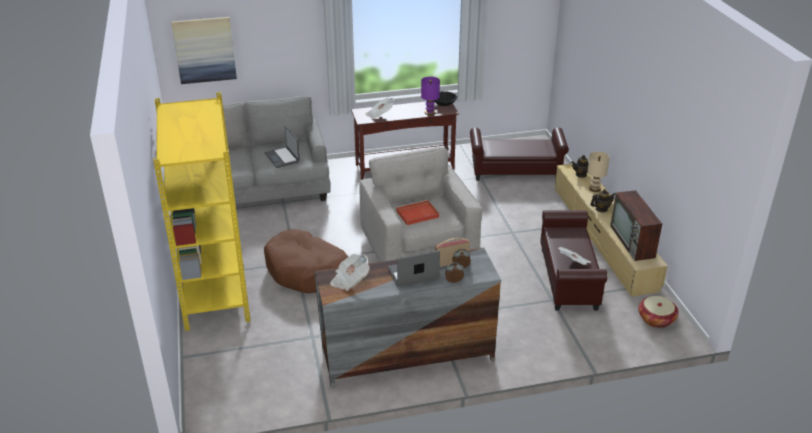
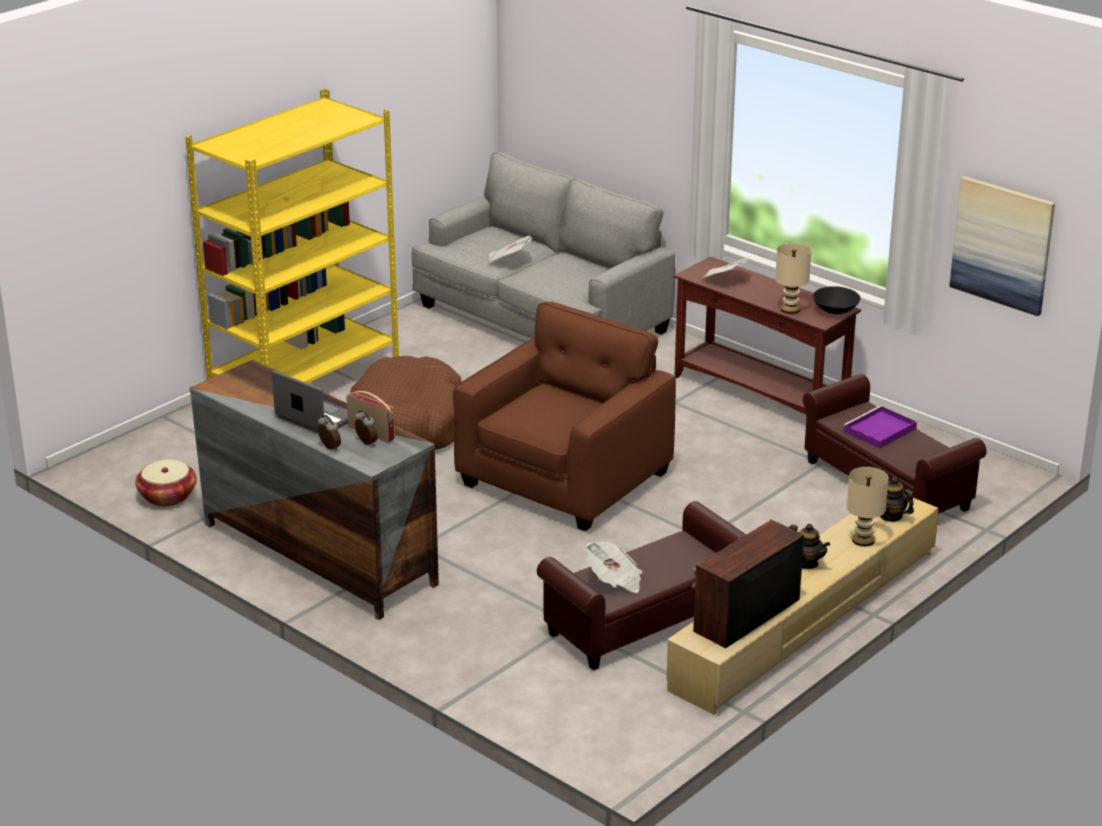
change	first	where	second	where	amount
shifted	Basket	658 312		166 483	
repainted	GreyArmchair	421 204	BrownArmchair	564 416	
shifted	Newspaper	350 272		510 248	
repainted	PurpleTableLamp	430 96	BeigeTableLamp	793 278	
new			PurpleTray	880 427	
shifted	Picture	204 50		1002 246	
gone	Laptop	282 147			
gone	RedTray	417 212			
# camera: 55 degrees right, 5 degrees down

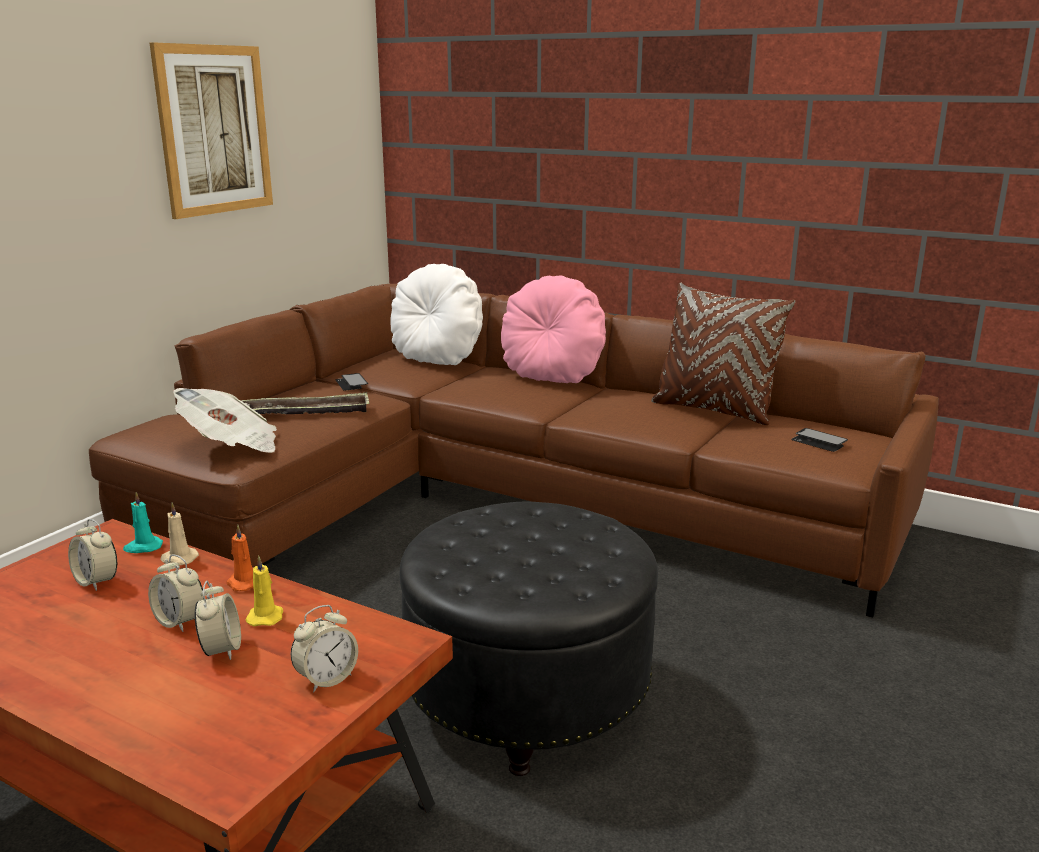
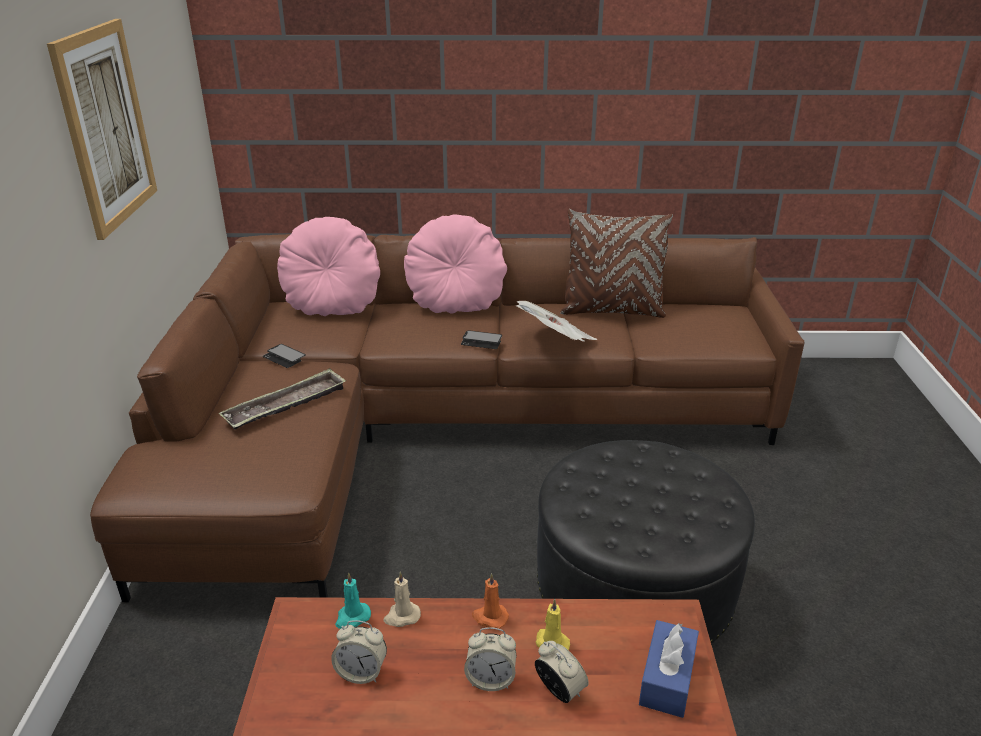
change	first	where	second	where	amount
repainted	WhitePillow	437 314	PinkPillow	328 266	
shifted	Phone	820 440		481 339	
shifted	Newspaper	225 420		556 321	
swapped	AlarmClock	324 649	BlueTissueBox	669 669	
# camera: 30 degrees left, 10 degrees up

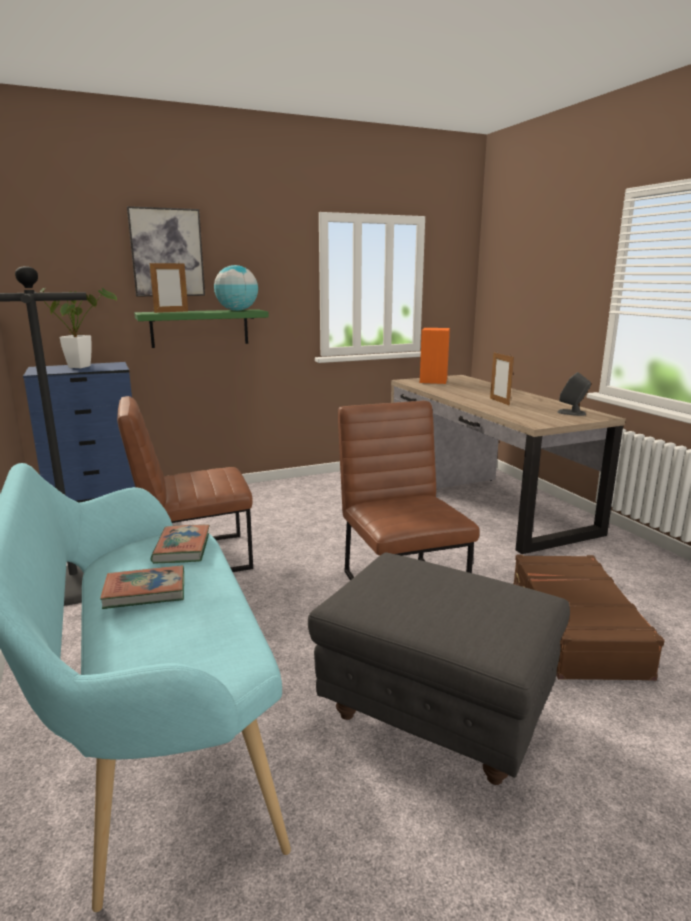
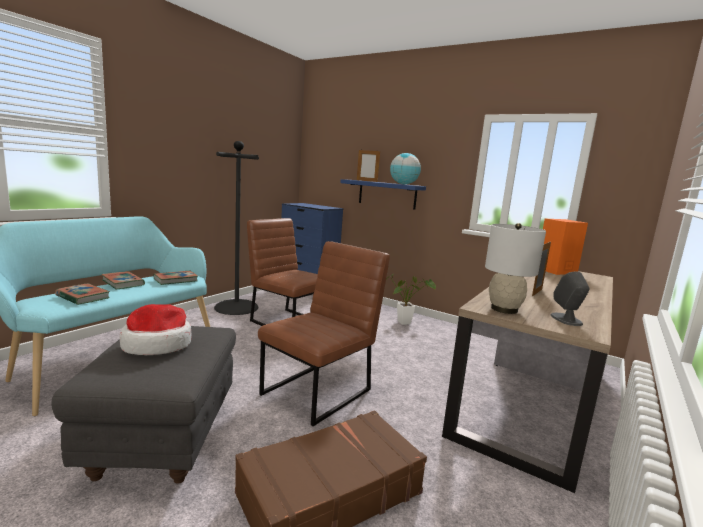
change	first	where	second	where	amount
new			Book	82 294	
new			Hat	155 329	
repainted	GreenShelf	201 328	BlueShelf	383 194	
shifted	PottedPlant	78 328		411 299	
new			WhiteTableLamp	515 268	
gone	Picture	166 251			
# camera: 55 degrees right, 5 degrees down

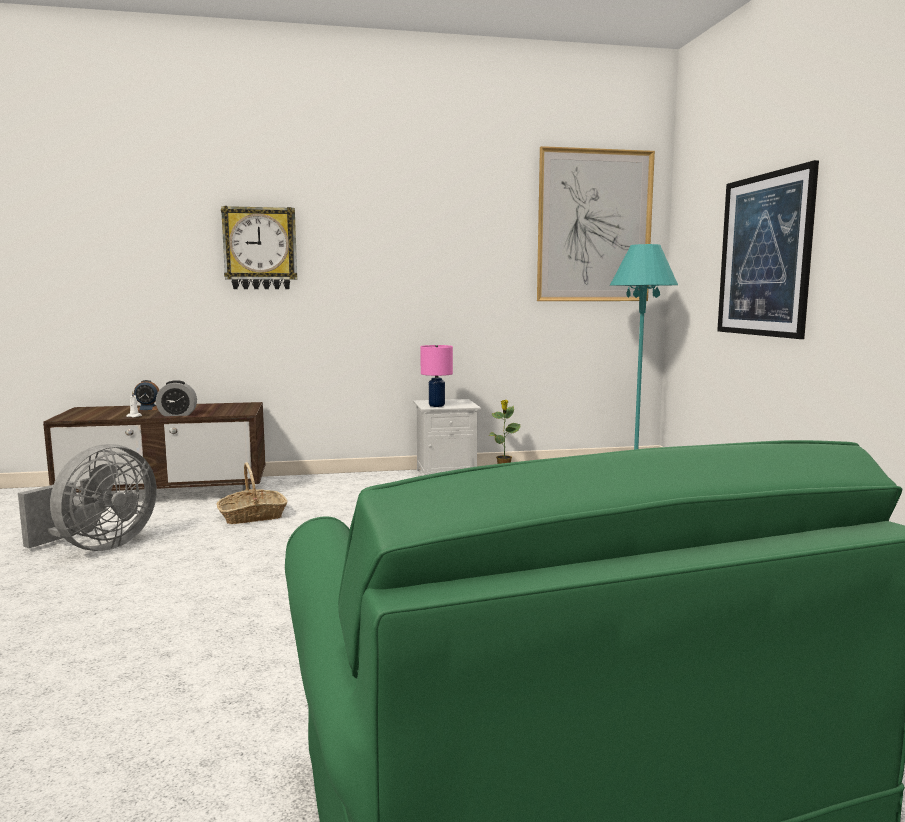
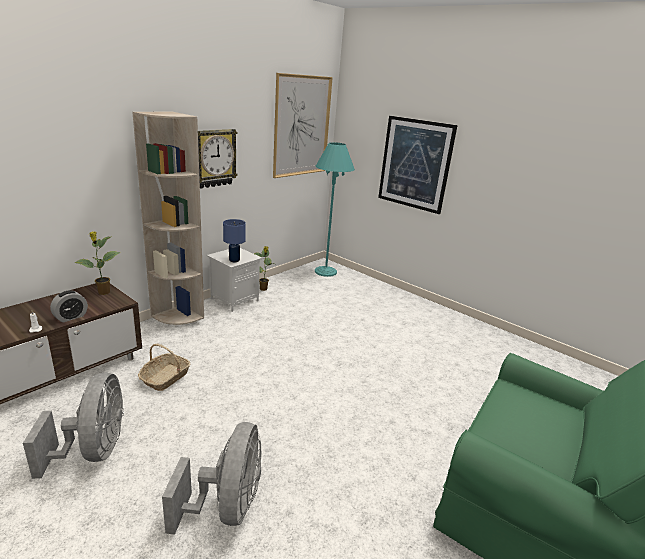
change	first	where	second	where	amount
new			PottedPlant	97 263	
new			BeigeBookcase	168 219	
new			GreyFan	211 478	
shifted	WallClock	259 247		218 159	
repainted	PinkTableLamp	436 376	BlueTableLamp	234 240	
gone	AlarmClock	146 395			
# camera: 40 degrees left, 15 degrees up

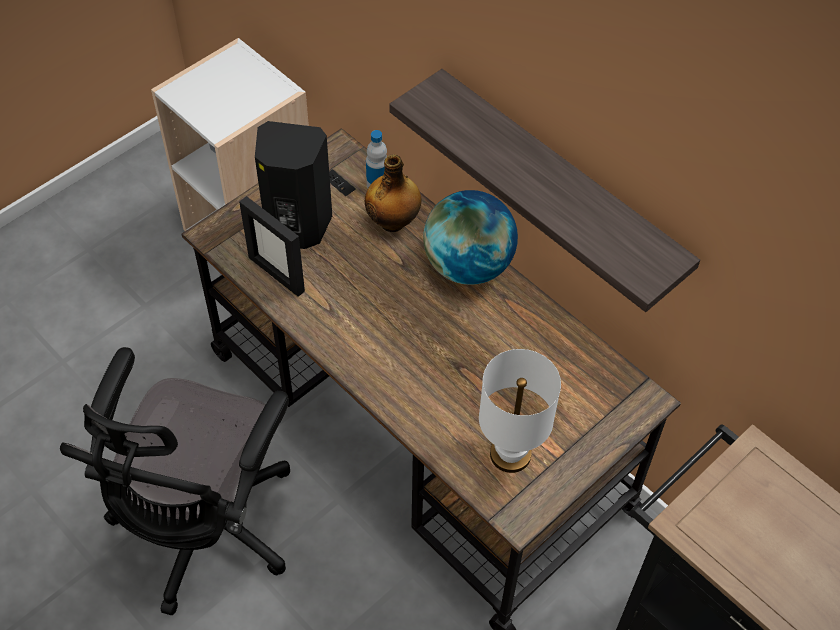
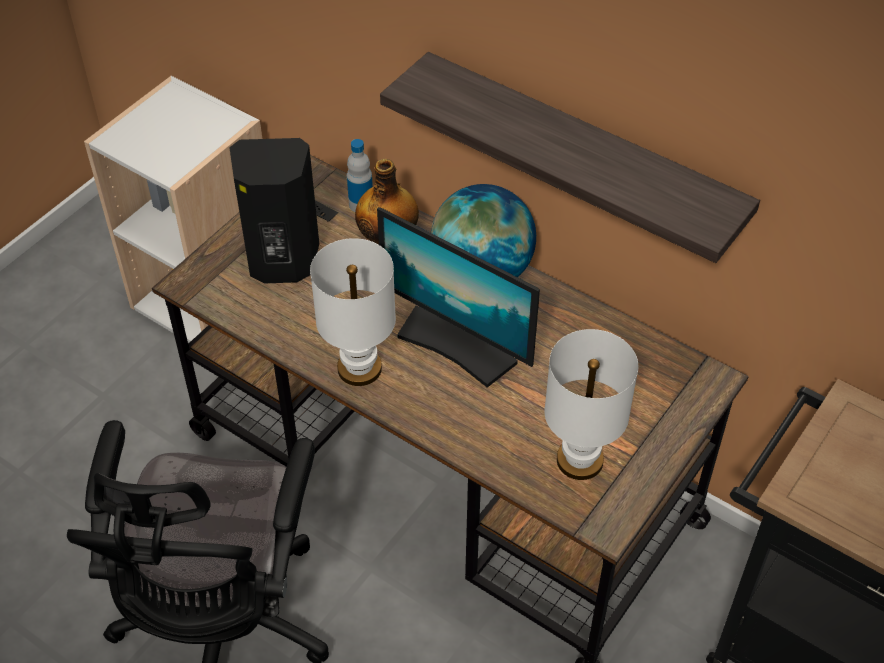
change	first	where	second	where	amount
new			WhiteTableLamp	353 312	
new			Monitor	458 297	
gone	PictureFrame	272 246			
# camera: 10 degrees left, 5 degrees down

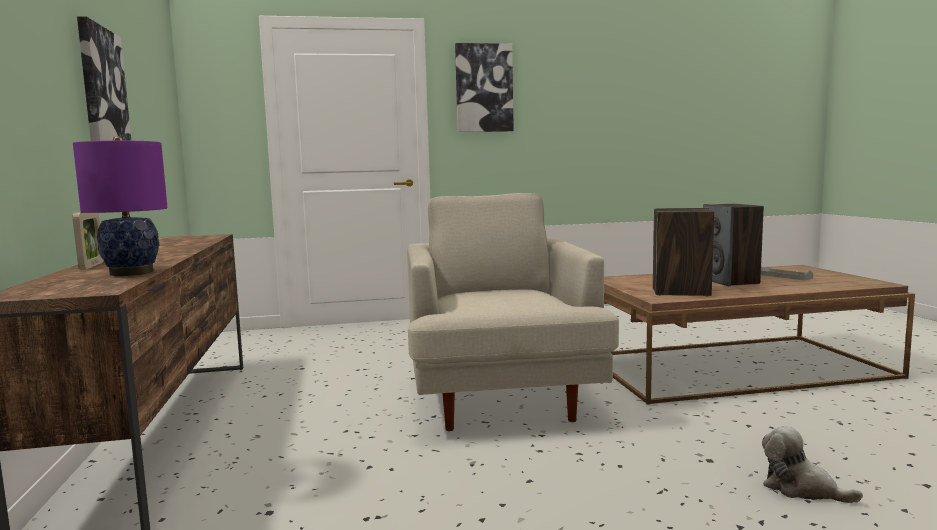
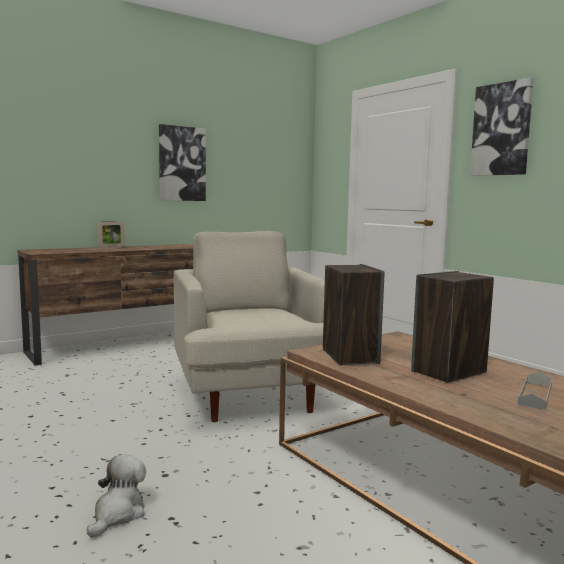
change	first	where	second	where	amount
rotated	BeigeArmchair	513 312		249 326	75 degrees counterclockwise
gone	PurpleTableLamp	120 206			
# camera: 65 degrees right, 0 degrees up

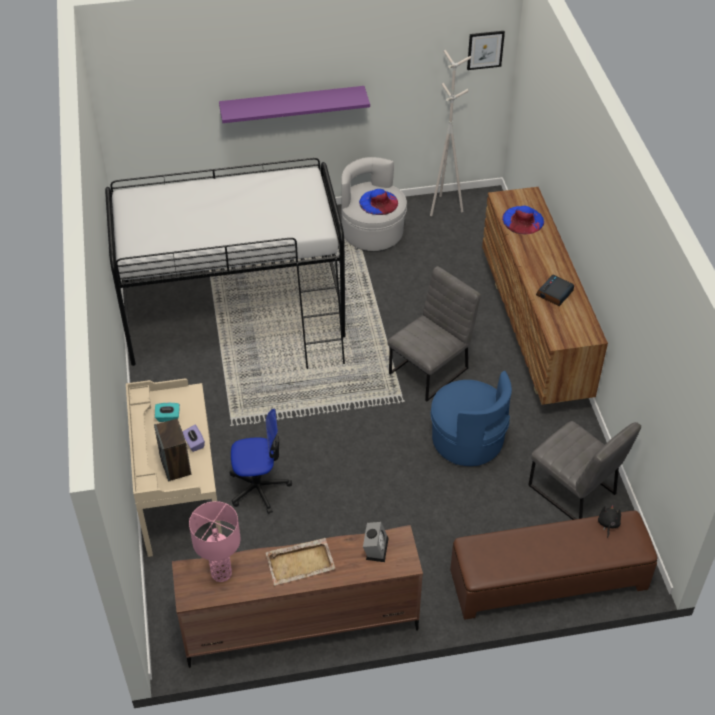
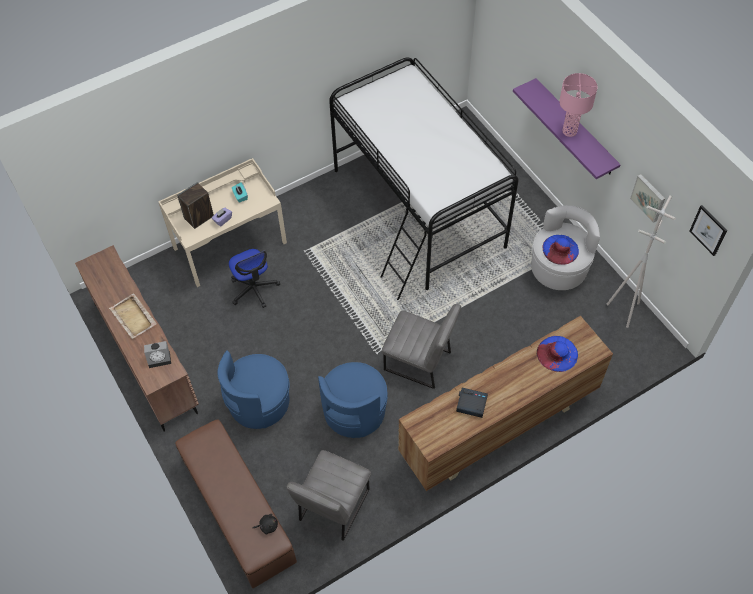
change	first	where	second	where	amount
new			BlueArmchair	254 389	
shifted	PinkTableLamp	215 541		578 105	
new			Picture	647 198	
# camera: 70 degrees right, 10 degrees up

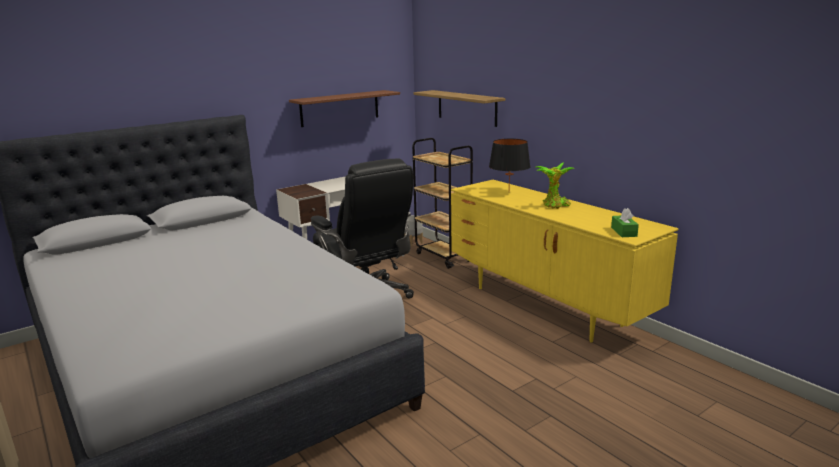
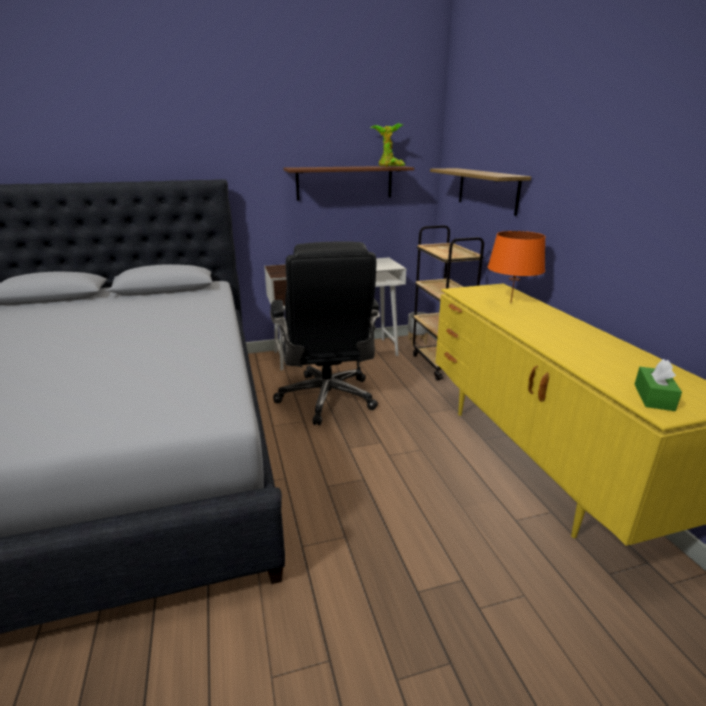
change	first	where	second	where	amount
shifted	PottedPlant	555 185		388 145	
repainted	BlackTableLamp	510 162	OrangeTableLamp	517 267	
# camera: 20 degrees right, 5 degrees up

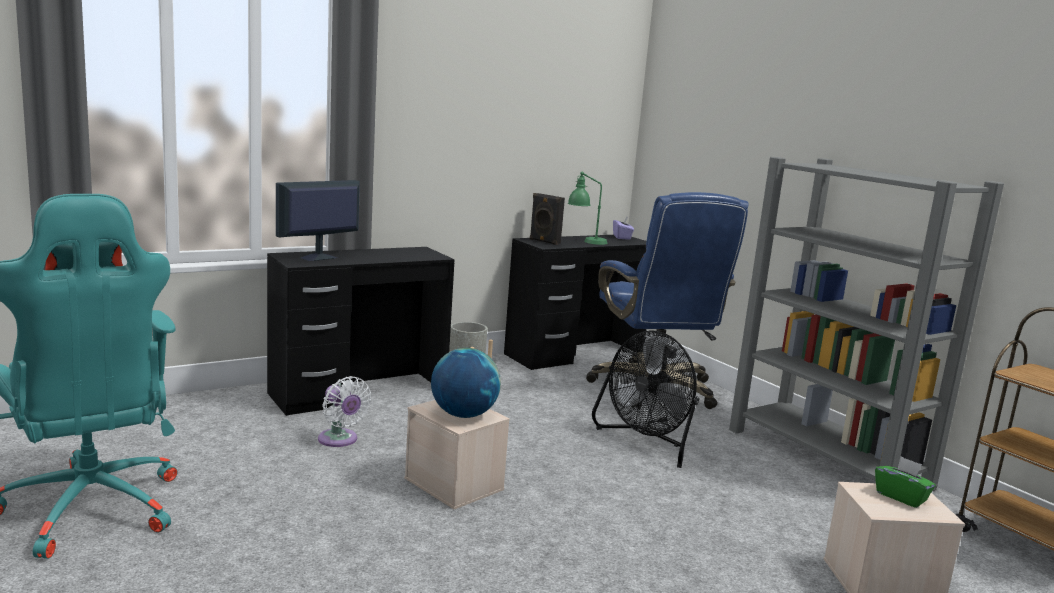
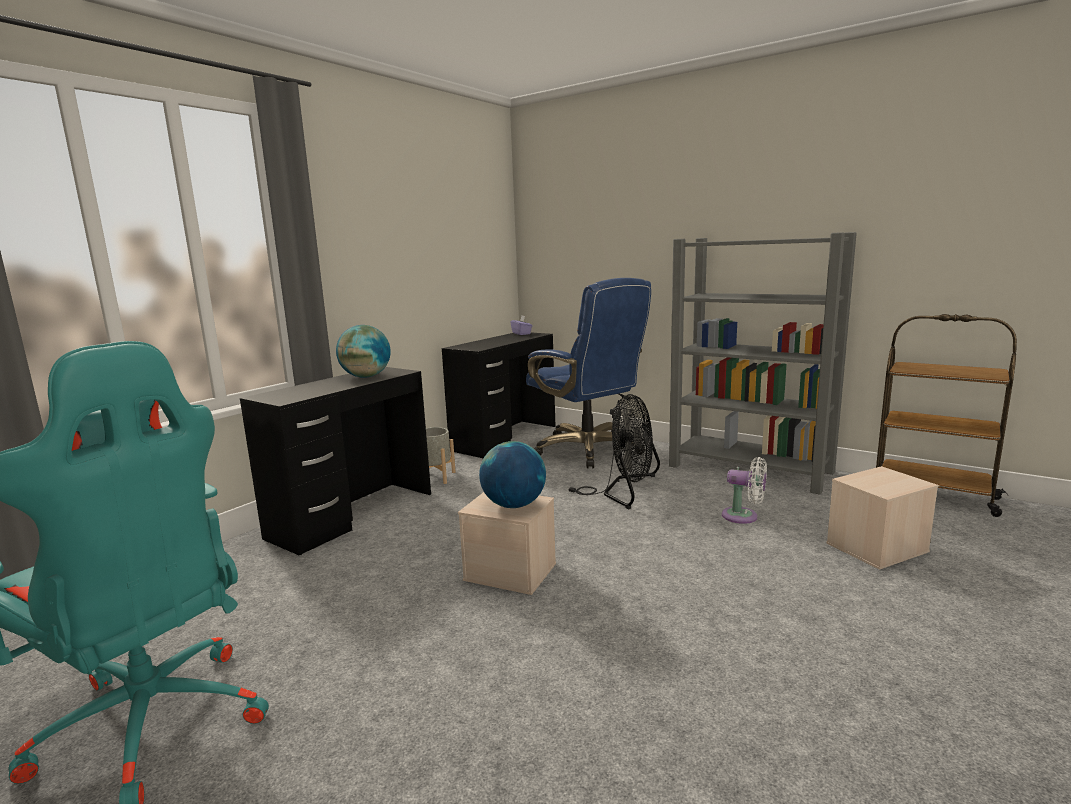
change	first	where	second	where	amount
new			Globe	363 351	
rotated	BlackFan	646 399		614 451	90 degrees counterclockwise
shifted	WhiteFan	345 411		744 490	
gone	Monitor	318 220			
gone	BlackSpeaker	547 219			
gone	GreenTableLamp	587 208			
gone	GreenTissueBox	905 482			
# camera: 20 degrees left, 0 degrees up

